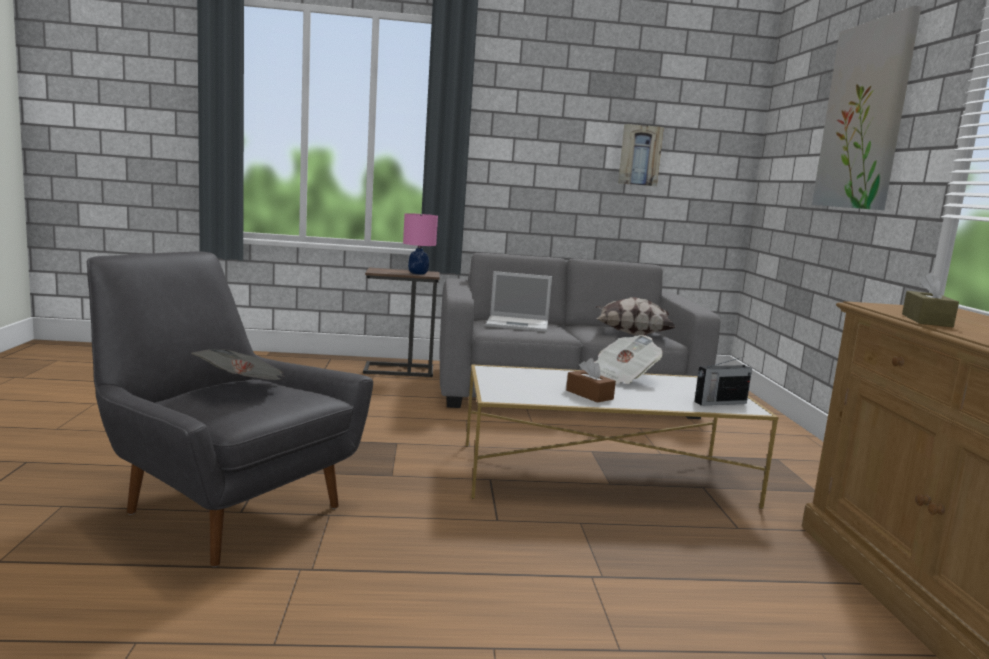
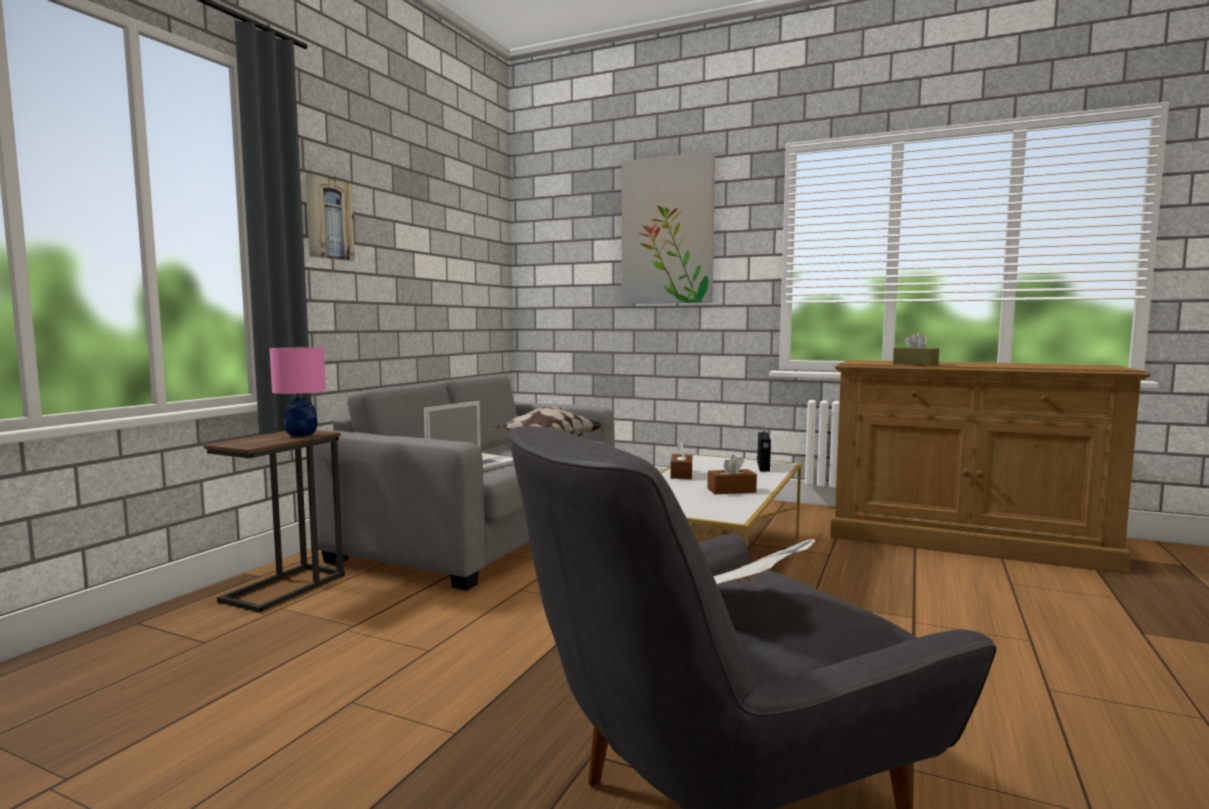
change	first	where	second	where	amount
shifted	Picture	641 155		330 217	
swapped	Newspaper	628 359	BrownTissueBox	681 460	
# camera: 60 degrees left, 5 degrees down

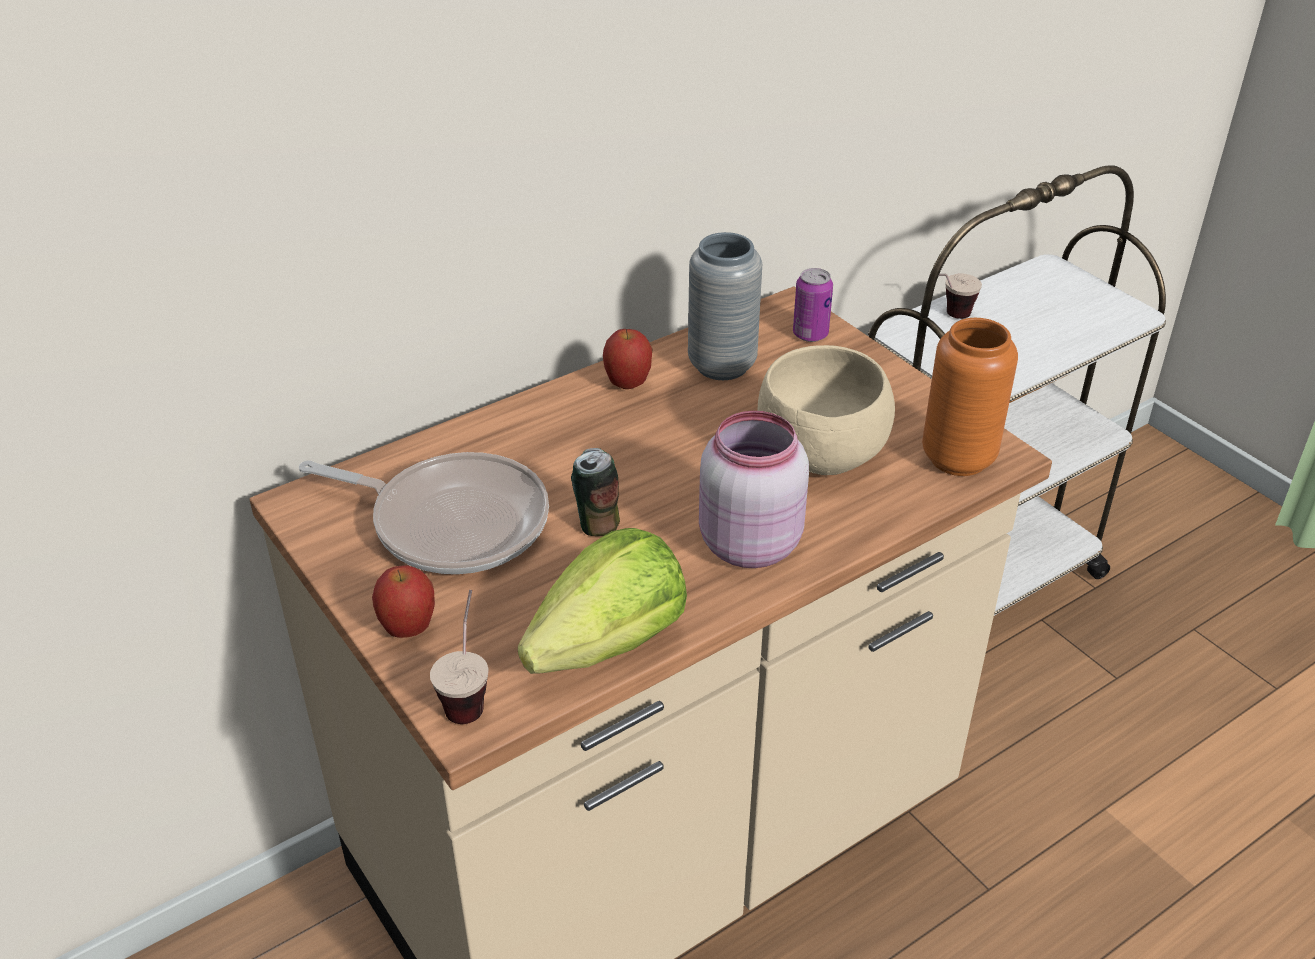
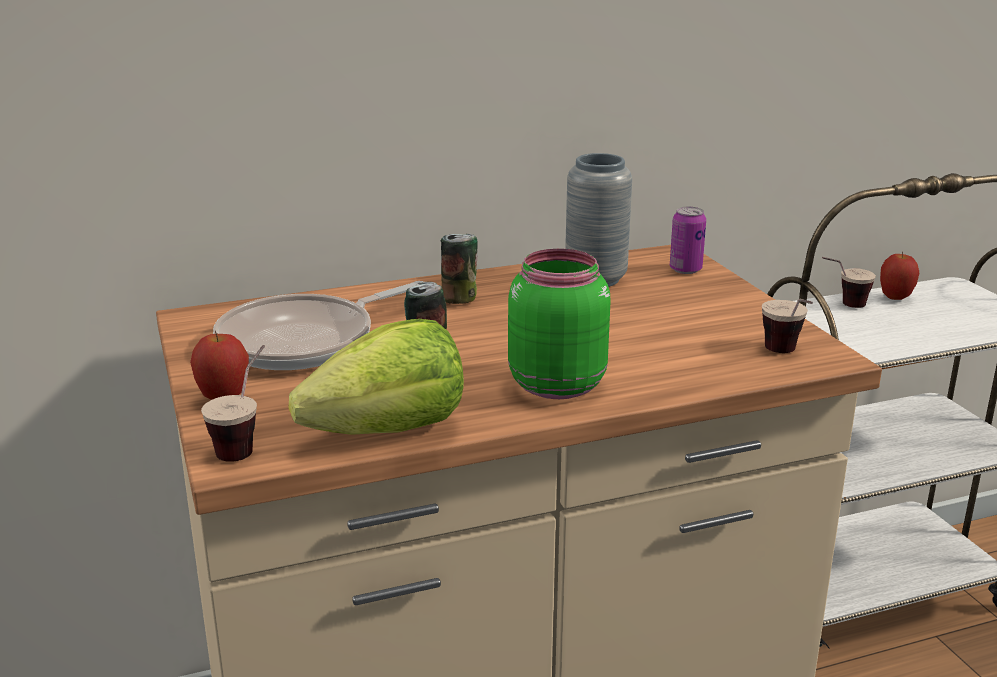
change	first	where	second	where	amount
rotated	FryingPan	424 513		318 325	105 degrees clockwise
new			Can	459 268	
repainted	PinkJar	754 489	GreenJar	559 324	
swapped	OrangeVase	970 397	Cup	787 326	
shifted	Apple	627 359		899 275	
gone	BeigeBowl	826 410			
# camera: 15 degrees right, 15 degrees down

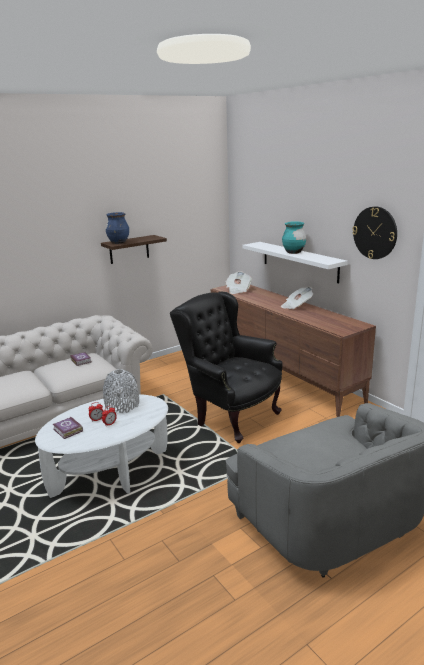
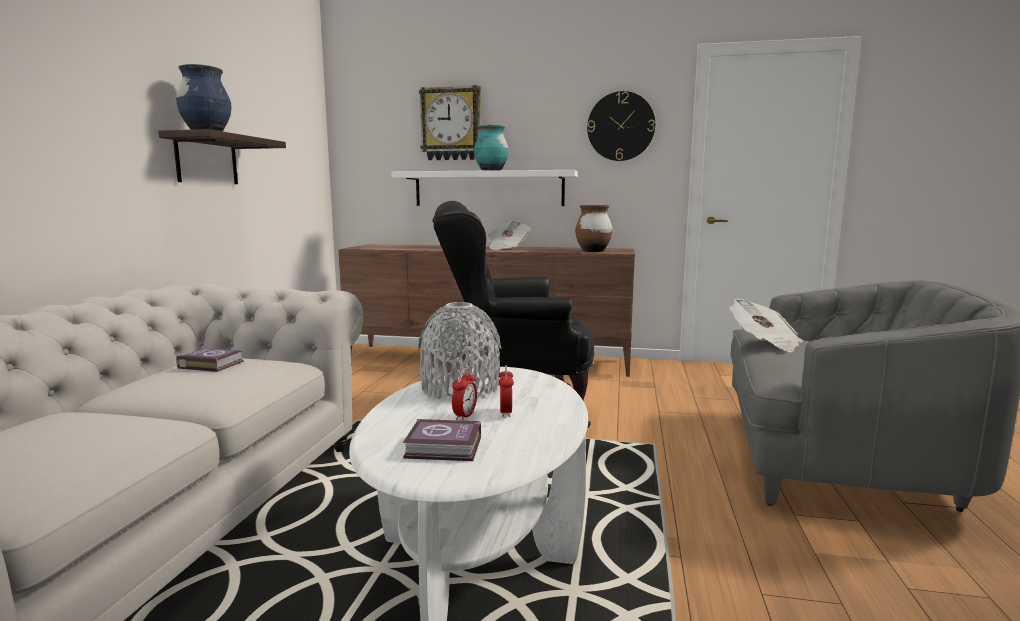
change	first	where	second	where	amount
new			WallClock	450 122	
new			BrownVase	594 228	
shifted	Newspaper	238 282		766 325	
# camera: 45 degrees left, 10 degrees down

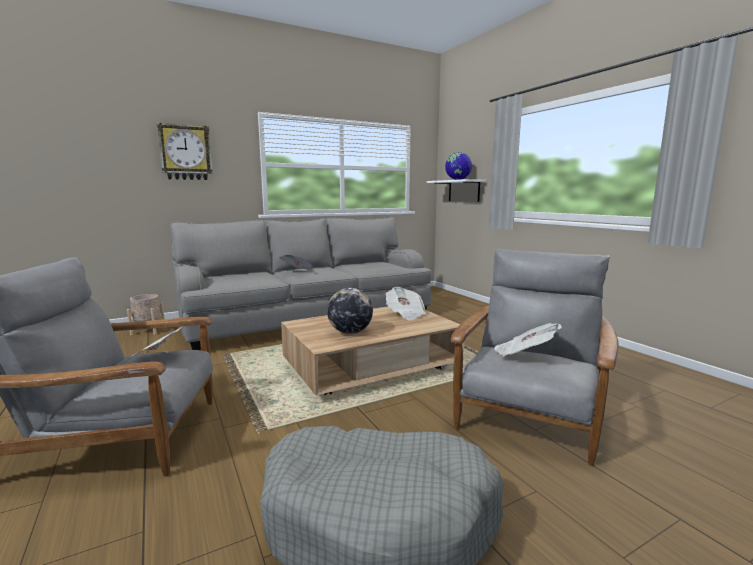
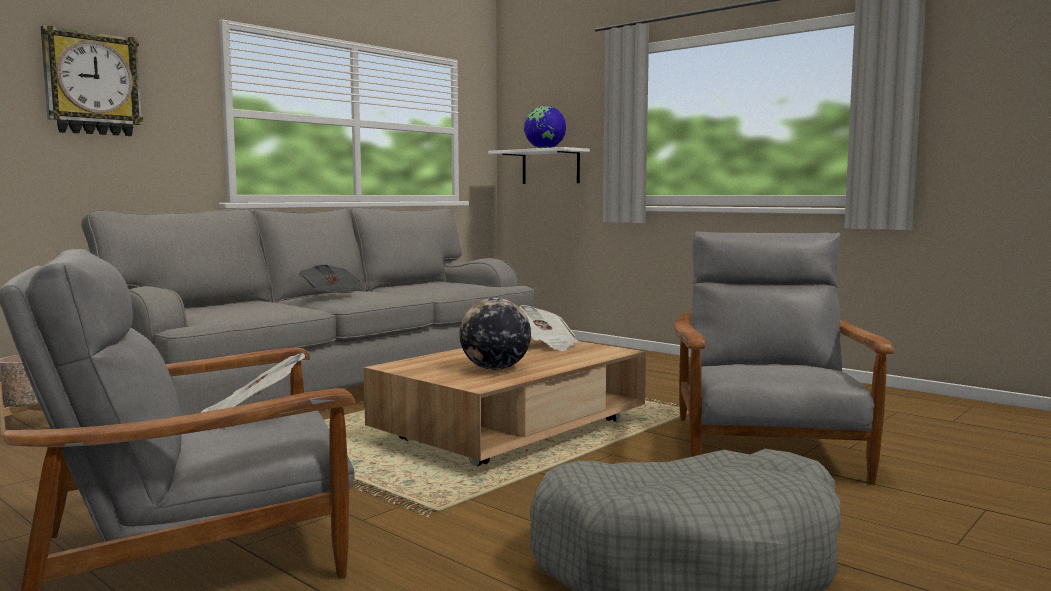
change	first	where	second	where	amount
gone	Newspaper	528 340			
# camera: 20 degrees left, 5 degrees down

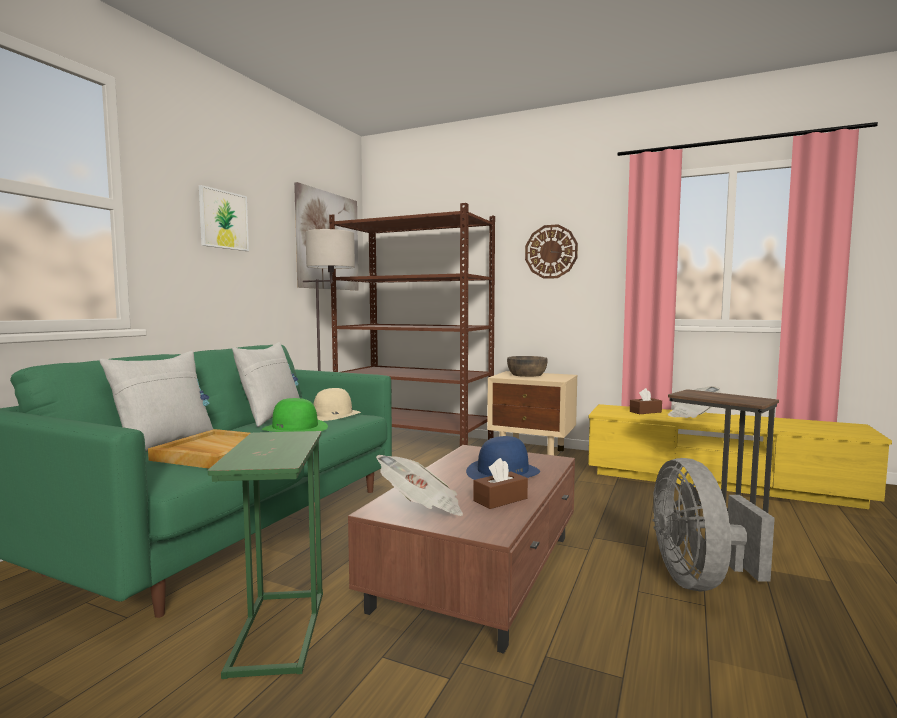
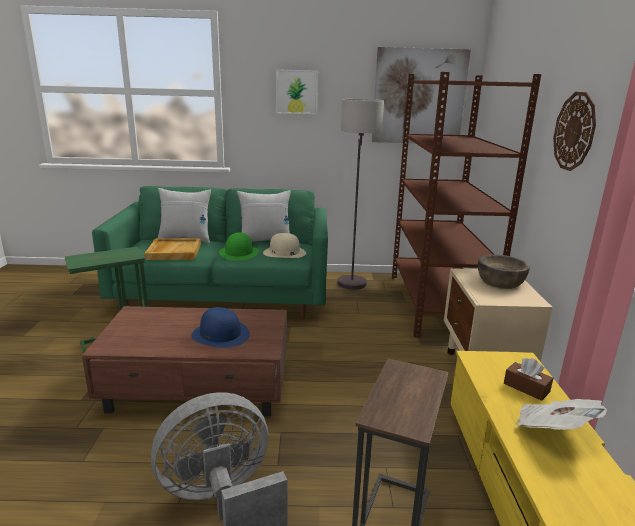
change	first	where	second	where	amount
gone	Newspaper	419 485			
gone	BrownTissueBox	500 483			
# camera: 65 degrees right, 15 degrees up

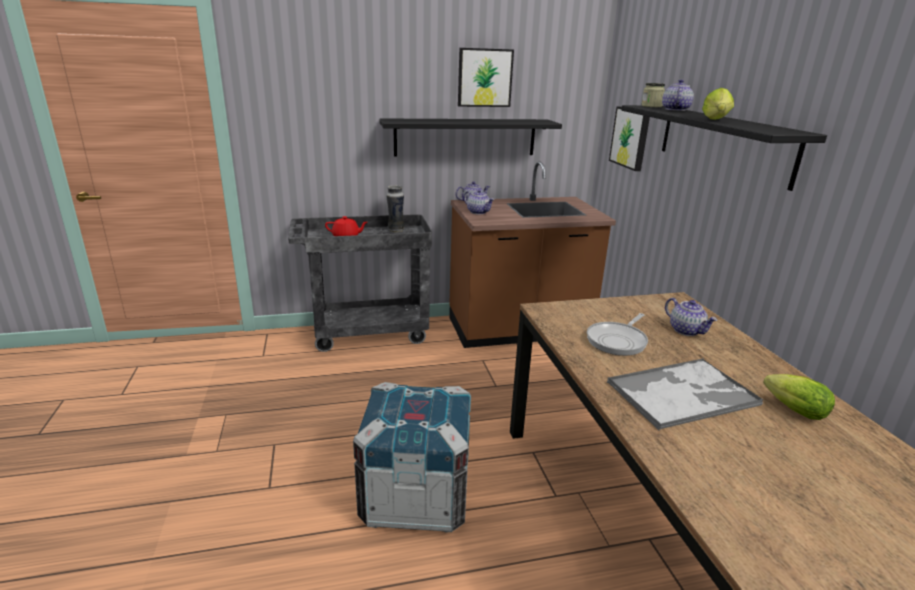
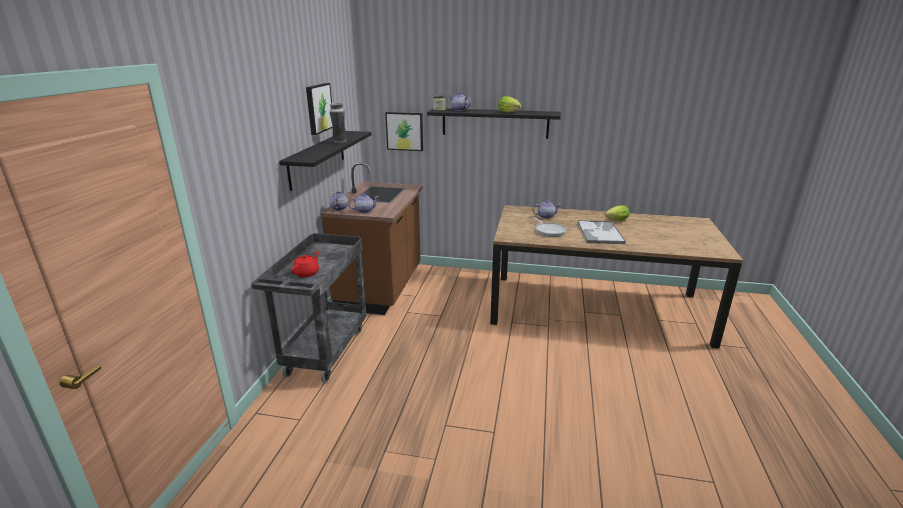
change	first	where	second	where	amount
shifted	Vase	395 209		338 123	
gone	Crate	412 457			
# camera: 65 degrees left, 0 degrees up

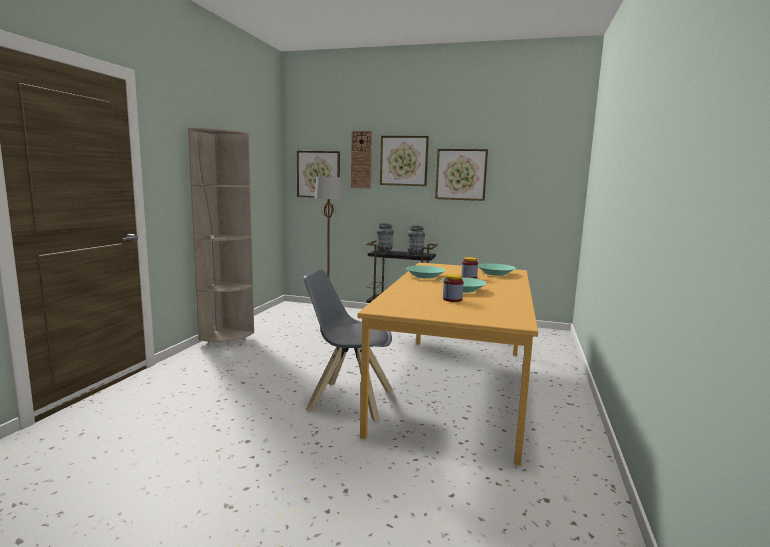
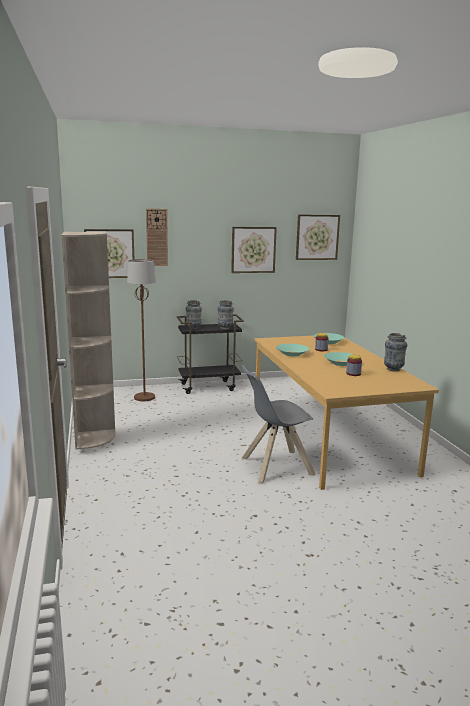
change	first	where	second	where	amount
shifted	Picture	404 161		318 237	
new			Vase	395 352	
# camera: 30 degrees left, 5 degrees up

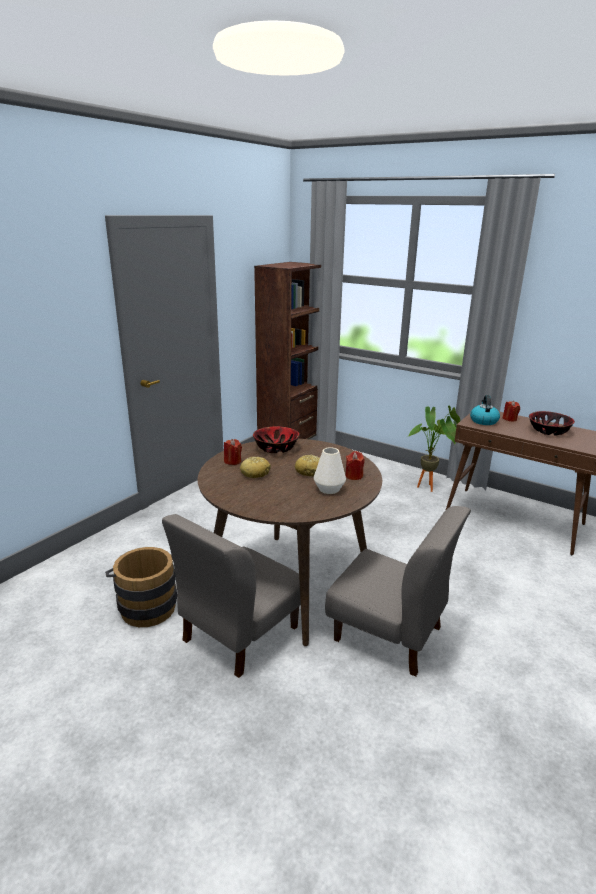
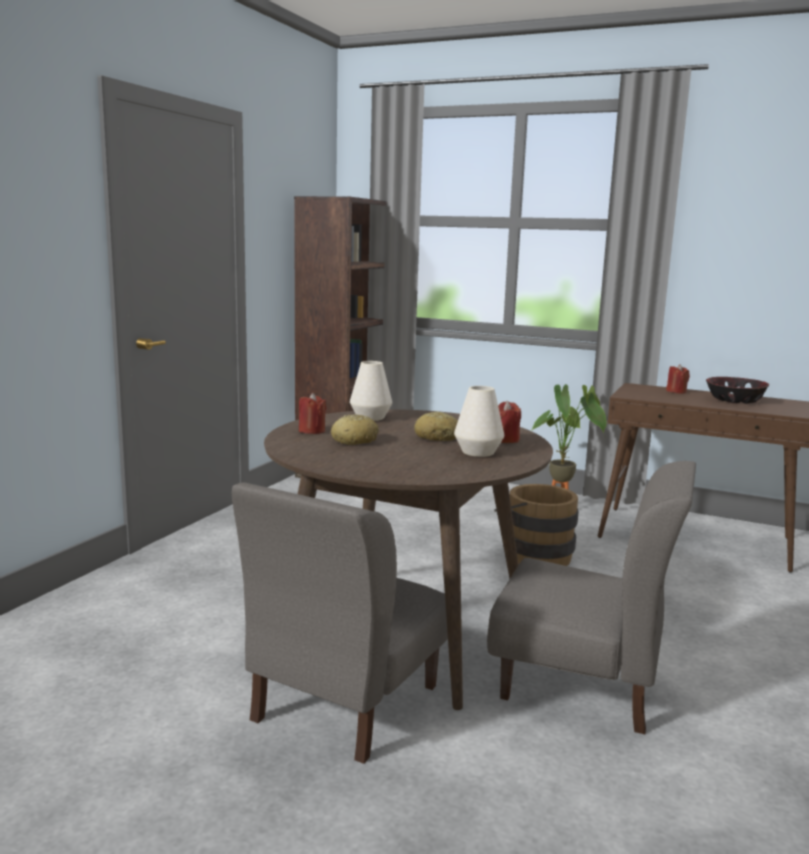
change	first	where	second	where	amount
swapped	Bowl	276 439	WhiteVase	371 391	
shifted	BrownBucket	141 587		536 525	
gone	Kettle	485 410			
# camera: 10 degrees left, 10 degrees down

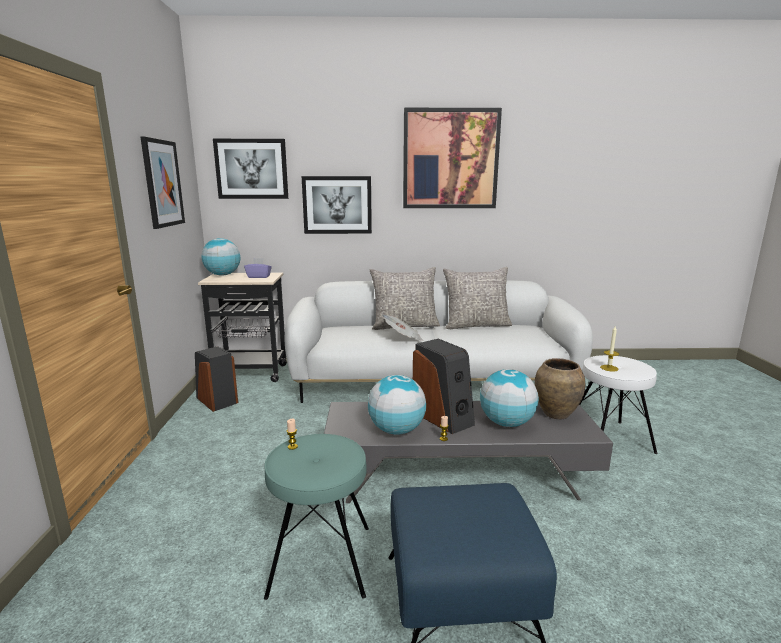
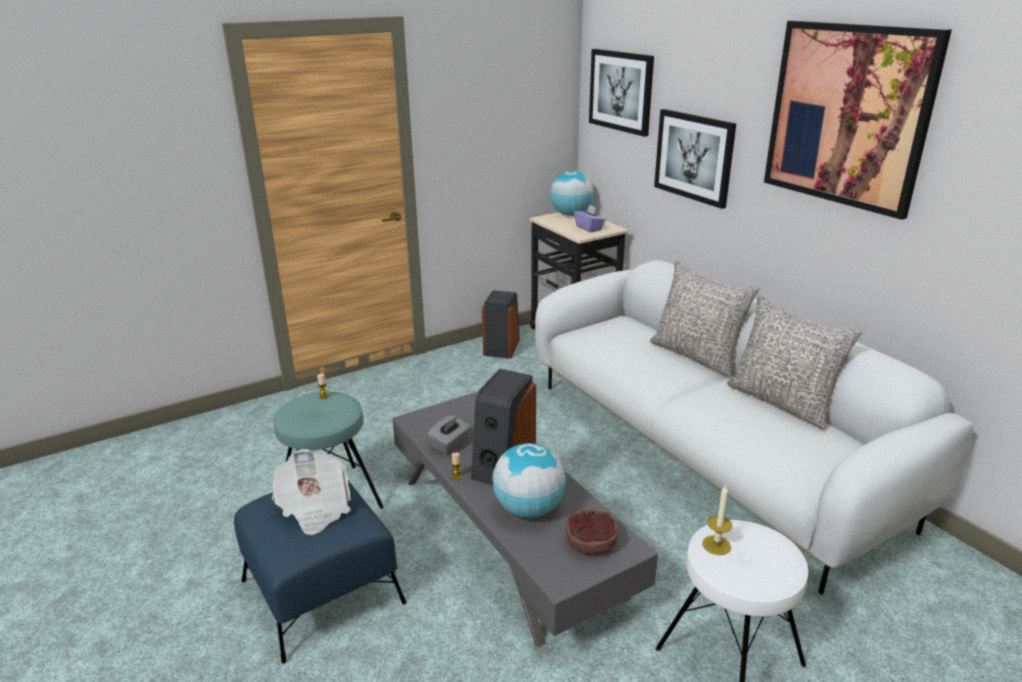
change	first	where	second	where	amount
shifted	Newspaper	402 327		311 492	
swapped	Globe	397 405	GreyTissueBox	449 435	
swapped	BrownVase	559 388	Bowl	592 532	
gone	Picture	162 182			
# camera: 60 degrees right, 10 degrees up

